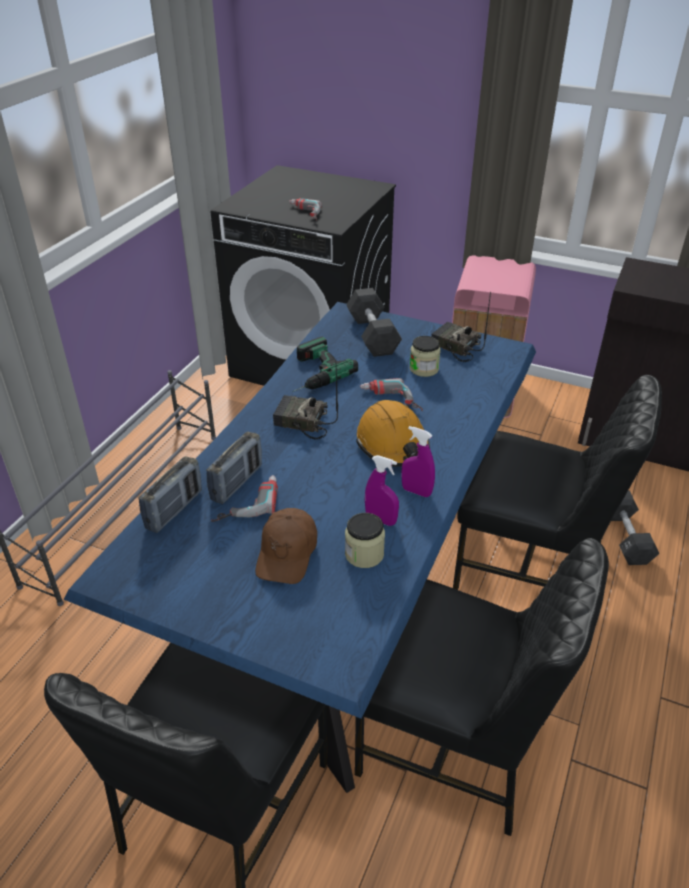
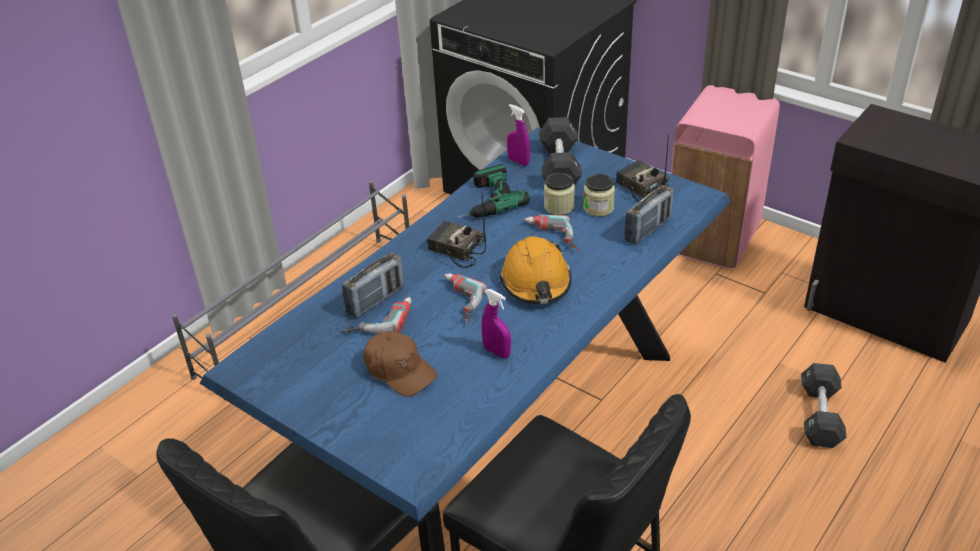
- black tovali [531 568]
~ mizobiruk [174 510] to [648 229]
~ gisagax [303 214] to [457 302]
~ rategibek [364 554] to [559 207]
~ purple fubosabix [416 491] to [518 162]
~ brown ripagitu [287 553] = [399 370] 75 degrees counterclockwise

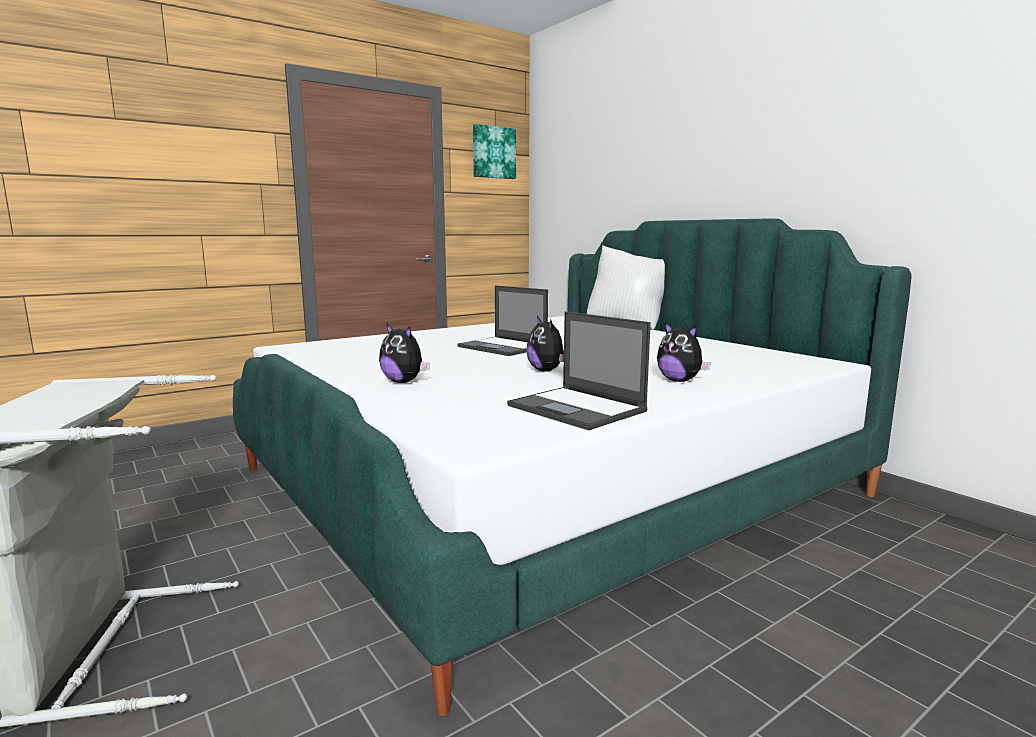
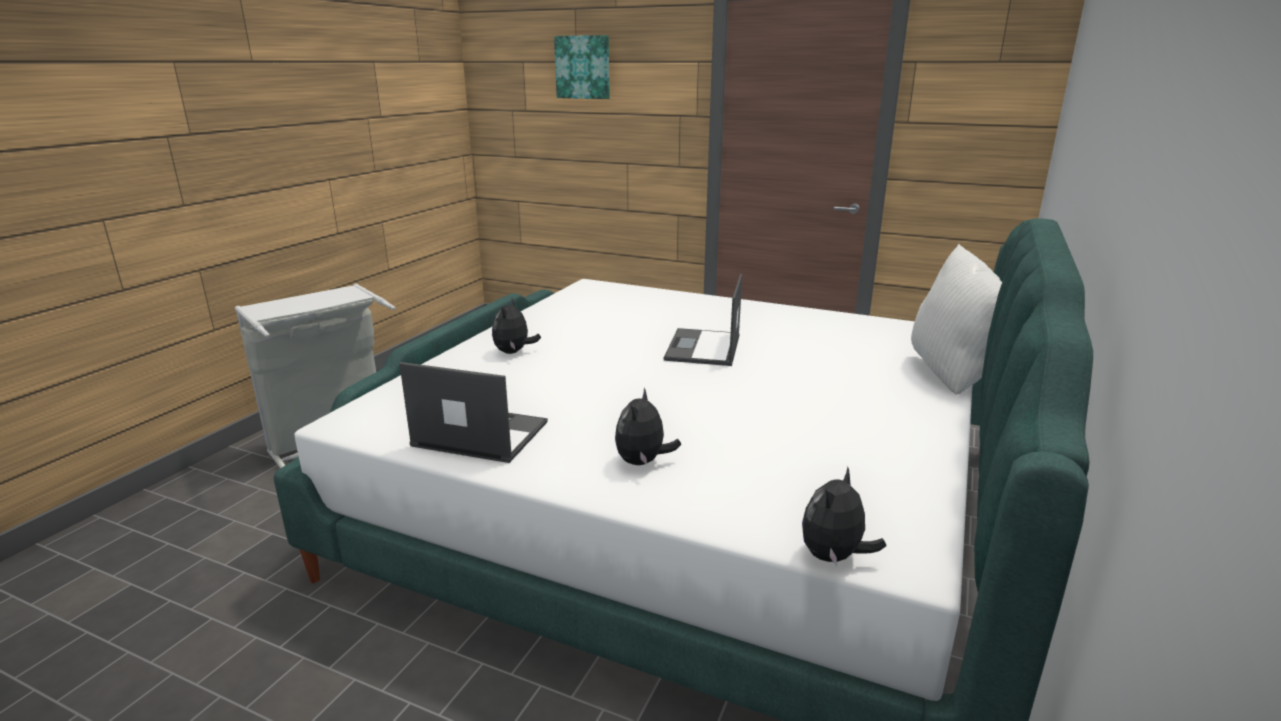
~ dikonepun [493 152] to [583 67]
~ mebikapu [547 371] to [834 557]
~ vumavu [578 408] = [479 434] 90 degrees clockwise

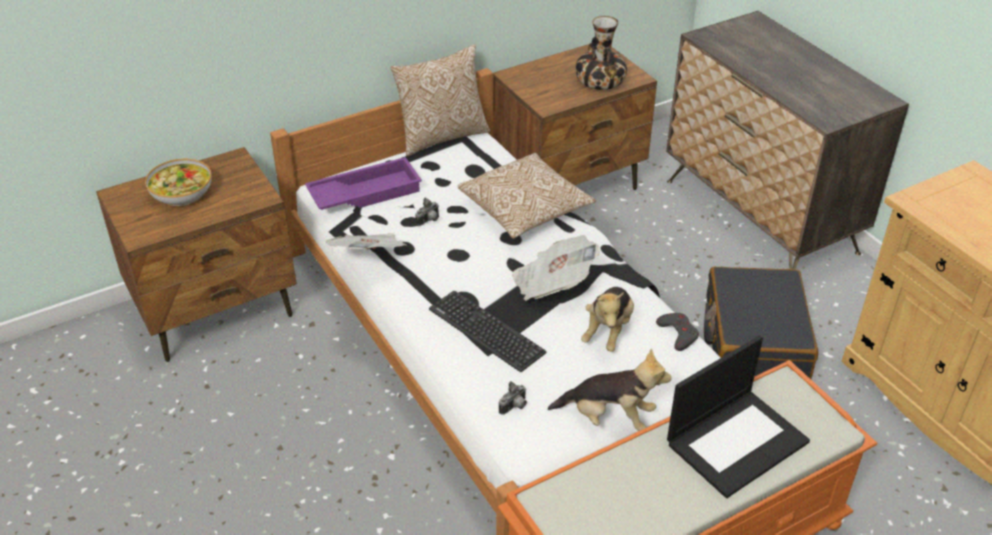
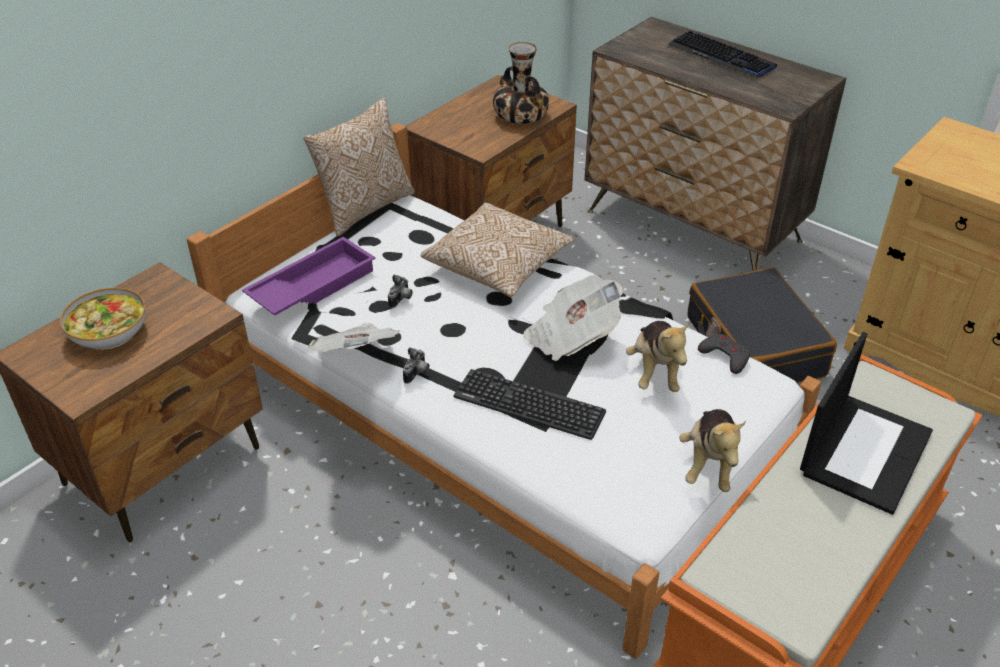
+ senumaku [721 56]
~ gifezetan [514 407] to [417 374]
~ mebikapu [609 418] = [709 463] 105 degrees clockwise

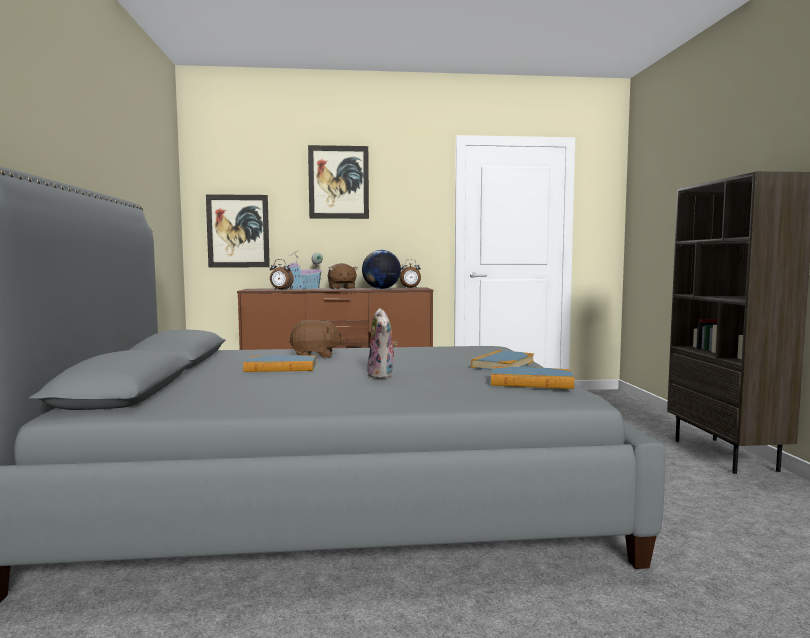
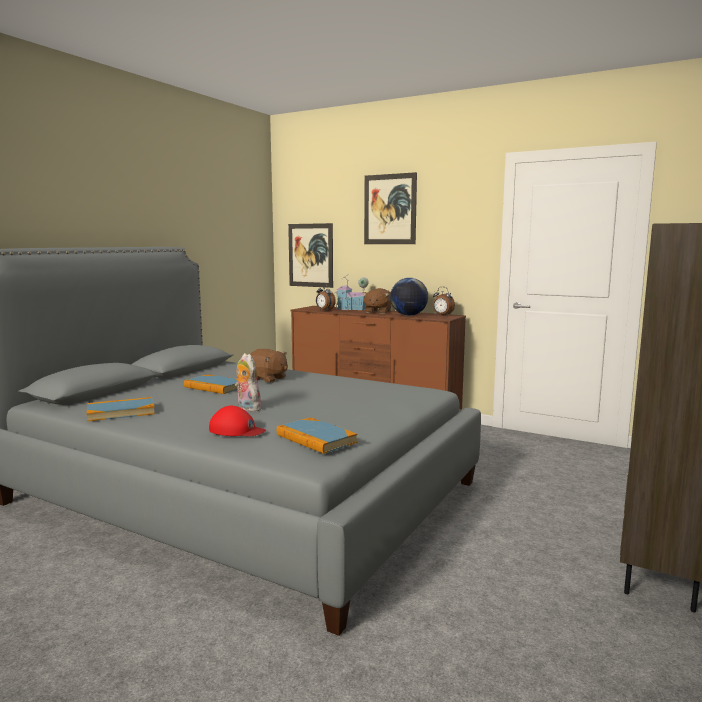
+ red ripagitu [236 430]
~ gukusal [503 364] to [121 412]
~ mebikapu [383 376] = [247 408] 120 degrees clockwise

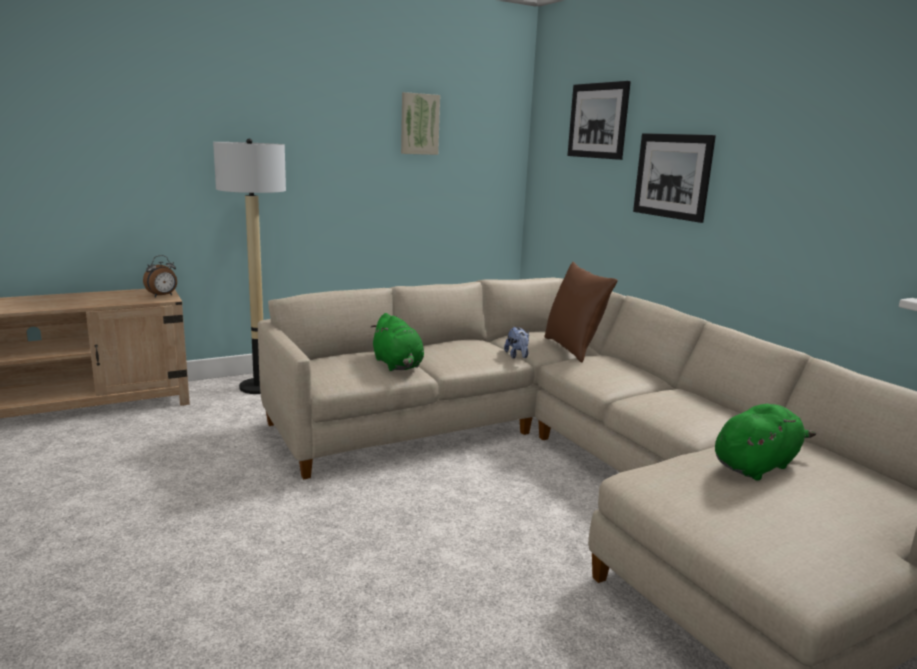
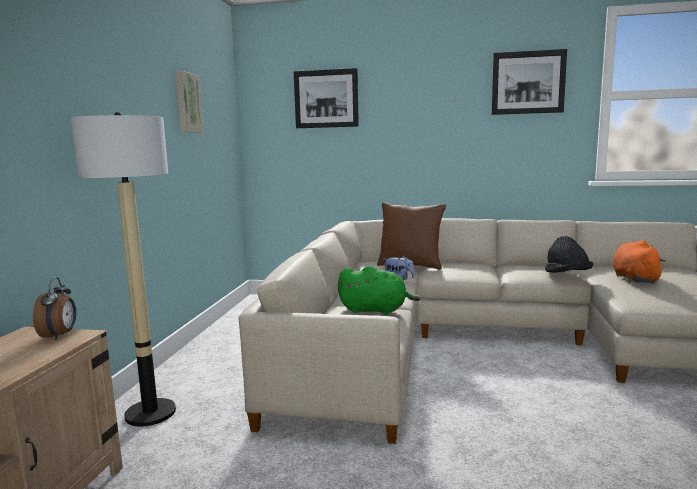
+ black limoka [567 275]
~ dikonepun [672 176] to [528 82]
~ green mebikapu [756 465] to orange mebikapu [634 279]

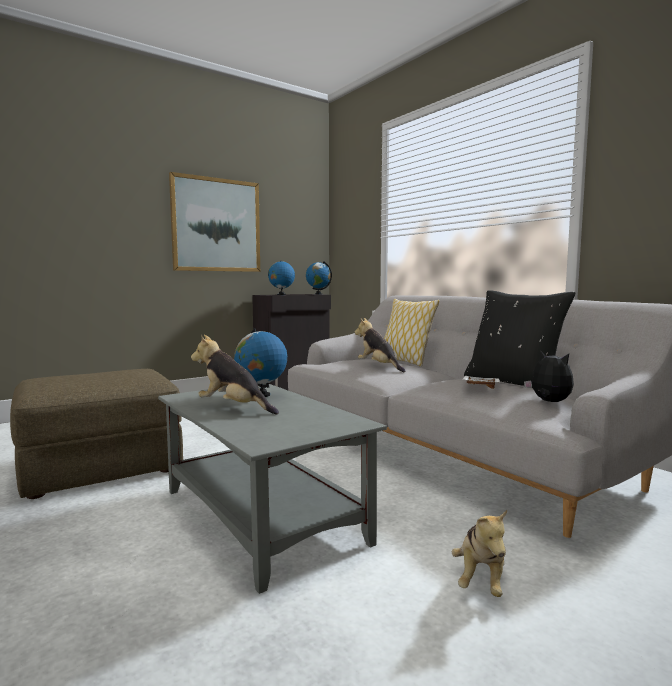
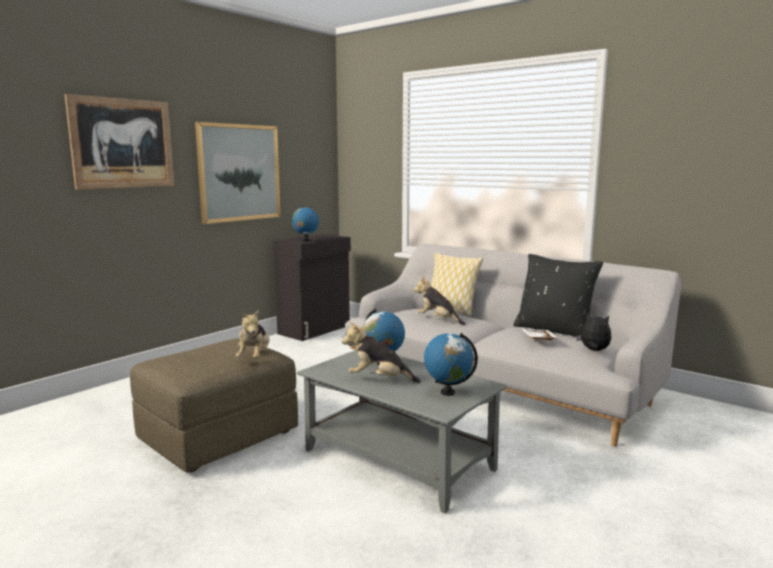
+ dikonepun [122 143]
~ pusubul [318 294] to [448 392]
~ mebikapu [481 580] to [254 357]

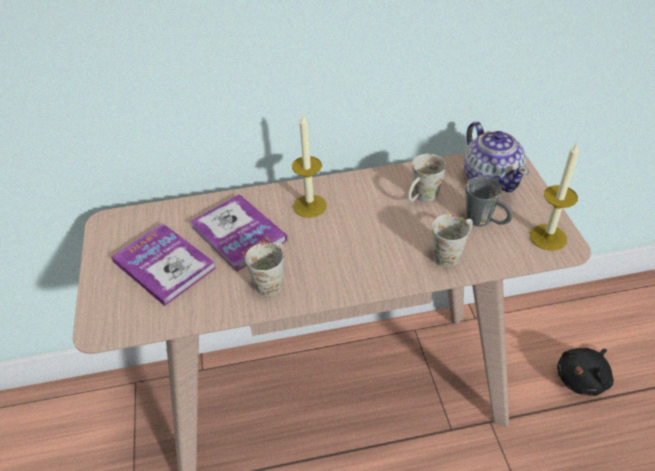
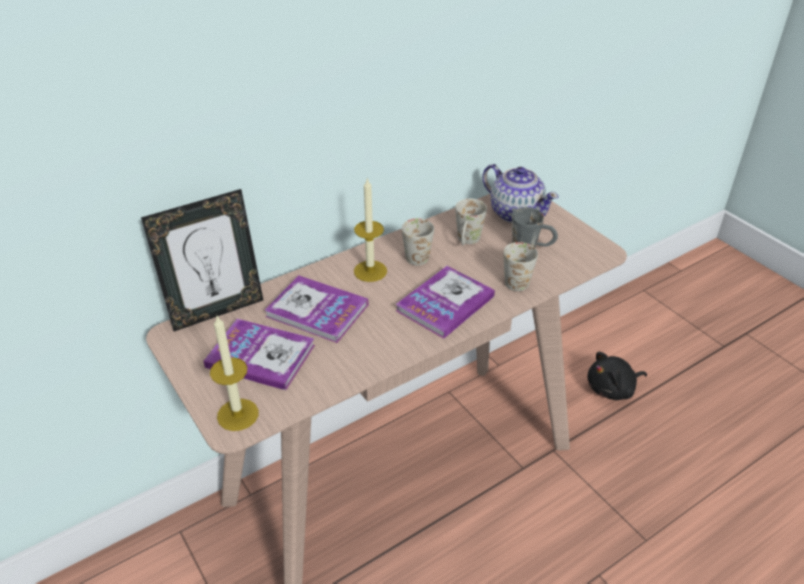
+ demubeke [217 311]
+ gukusal [445 303]
~ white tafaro [272 279] to [416 253]
~ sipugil [548 237] to [238 414]
~ black mebikapu [582 378] = [612 389] 45 degrees clockwise

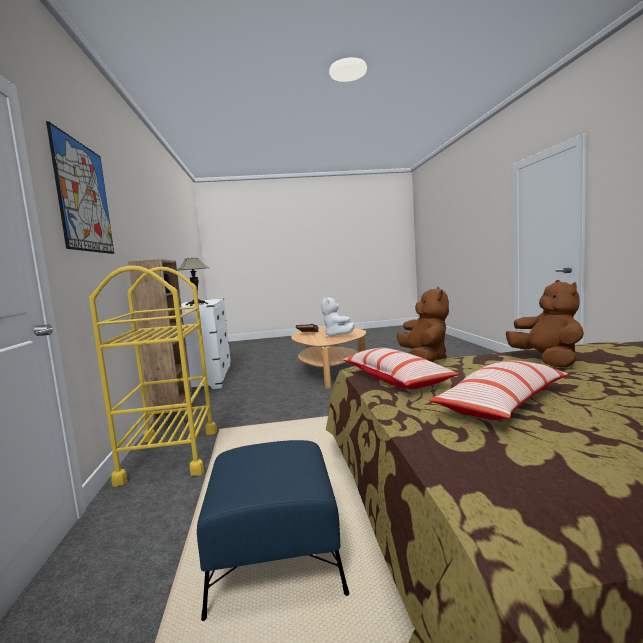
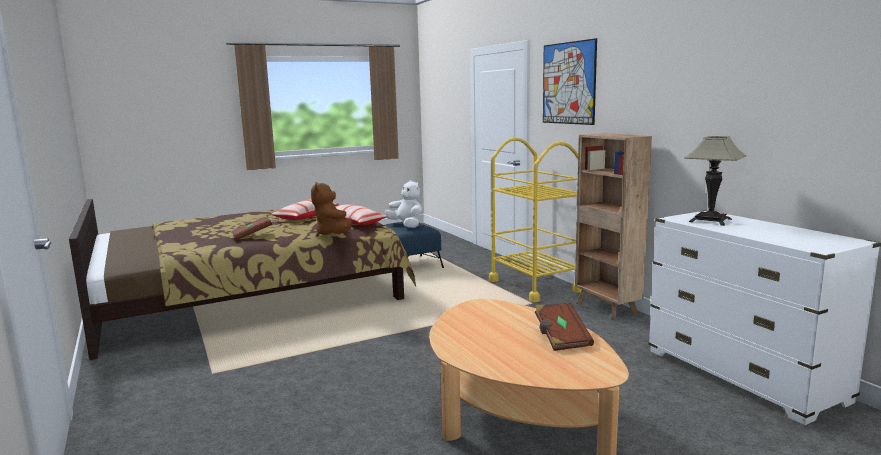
~ white mebikapu [337 336] to [406 225]
~ brown mebikapu [547 361] to brown gukusal [252 236]

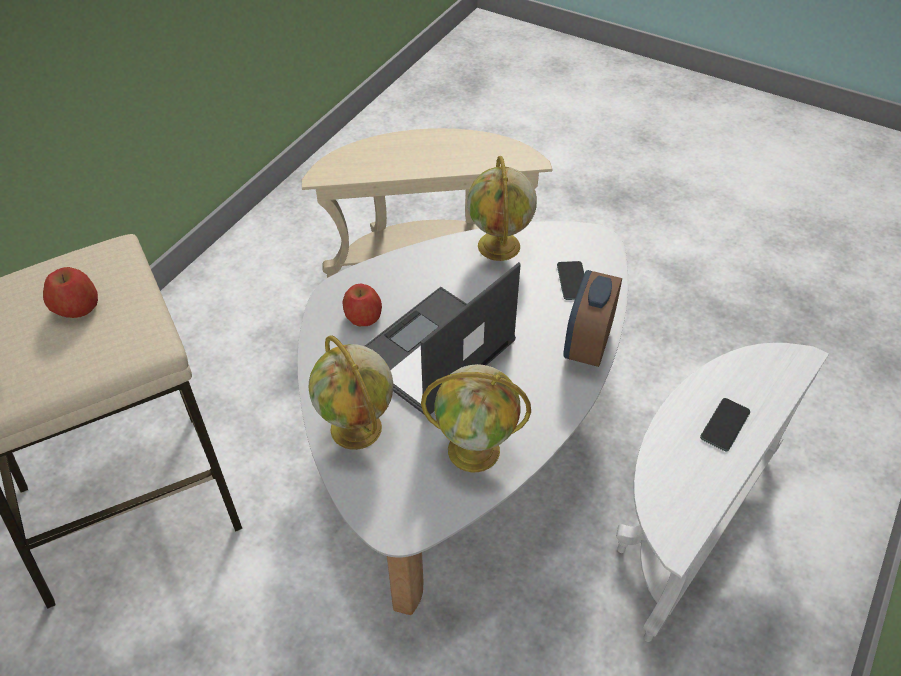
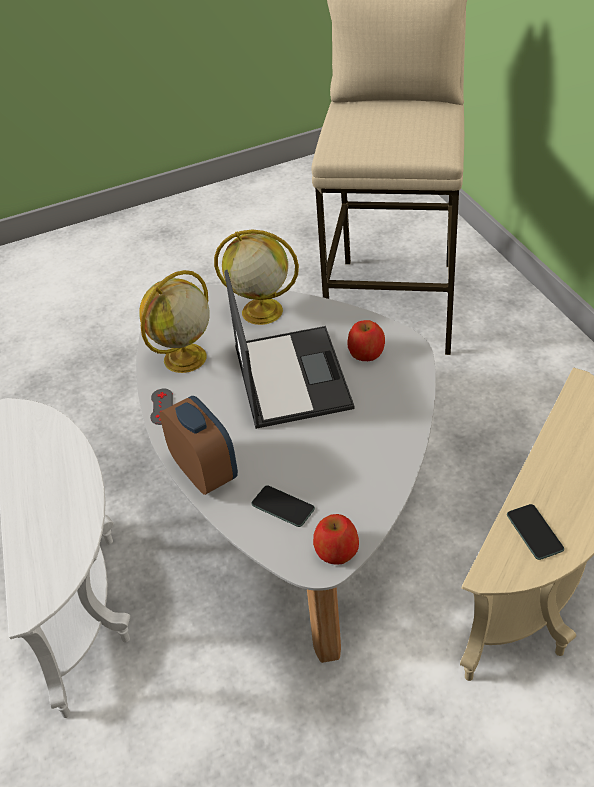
- pusubul [499 247]
+ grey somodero [161 407]
~ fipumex [76 307] to [337 550]
~ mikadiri [725 425] to [534 532]

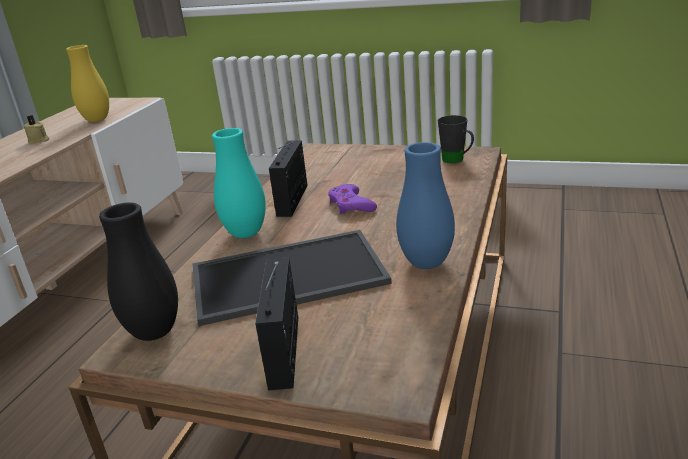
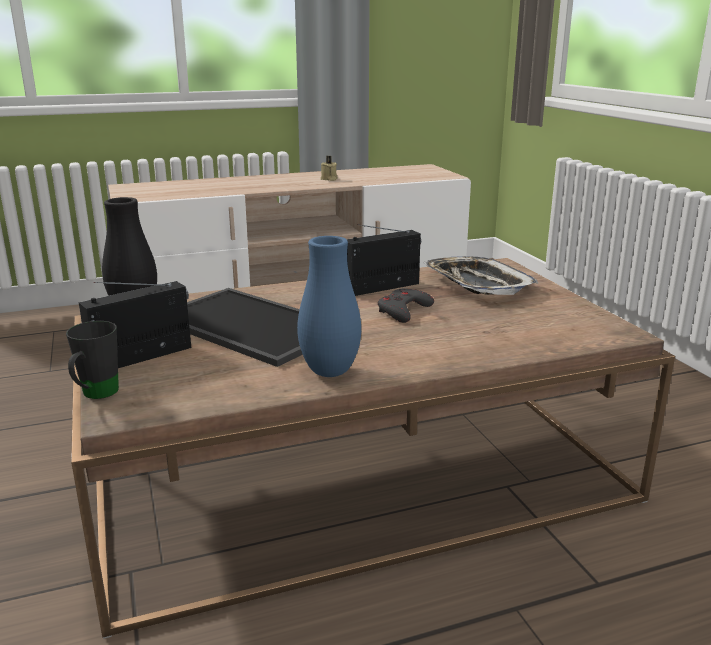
- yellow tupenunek [97 120]
- turquoise tupenunek [246 233]
+ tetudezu [477 283]
~ black tafaro [457 160] to [95 395]
~ purple somodero [351 205] to grey somodero [403 311]

